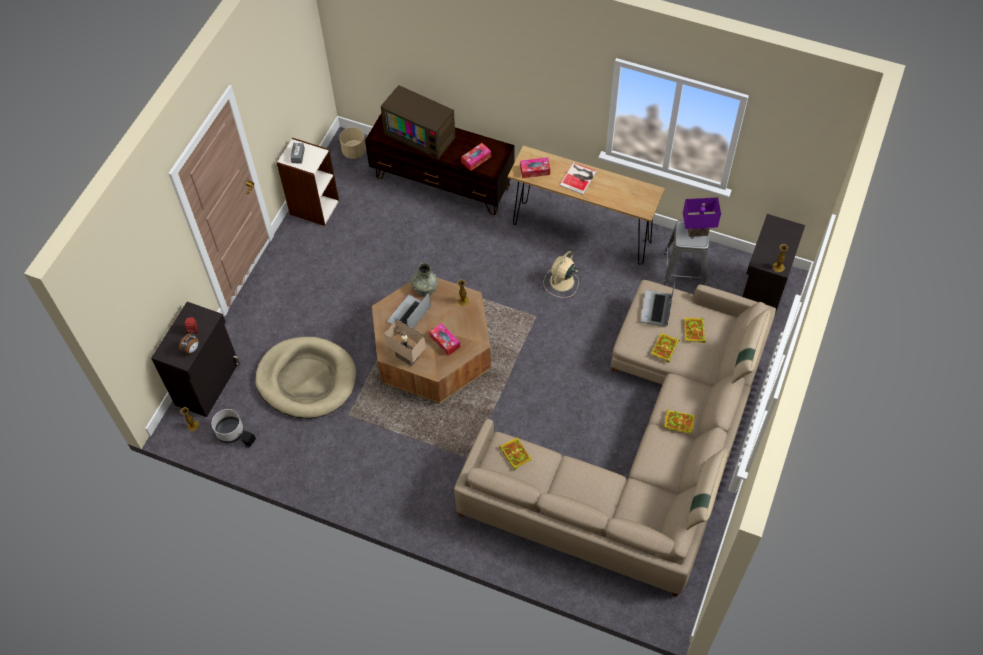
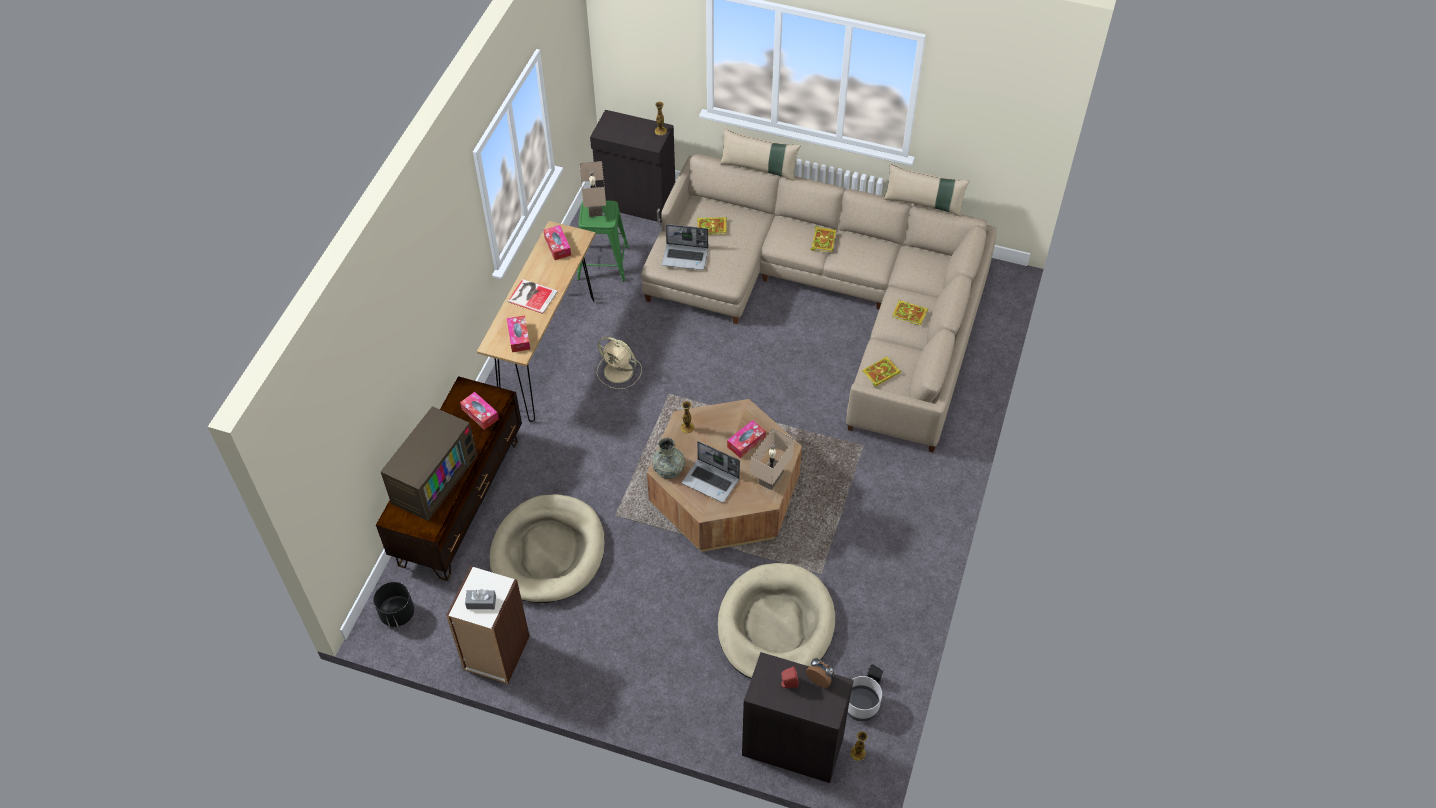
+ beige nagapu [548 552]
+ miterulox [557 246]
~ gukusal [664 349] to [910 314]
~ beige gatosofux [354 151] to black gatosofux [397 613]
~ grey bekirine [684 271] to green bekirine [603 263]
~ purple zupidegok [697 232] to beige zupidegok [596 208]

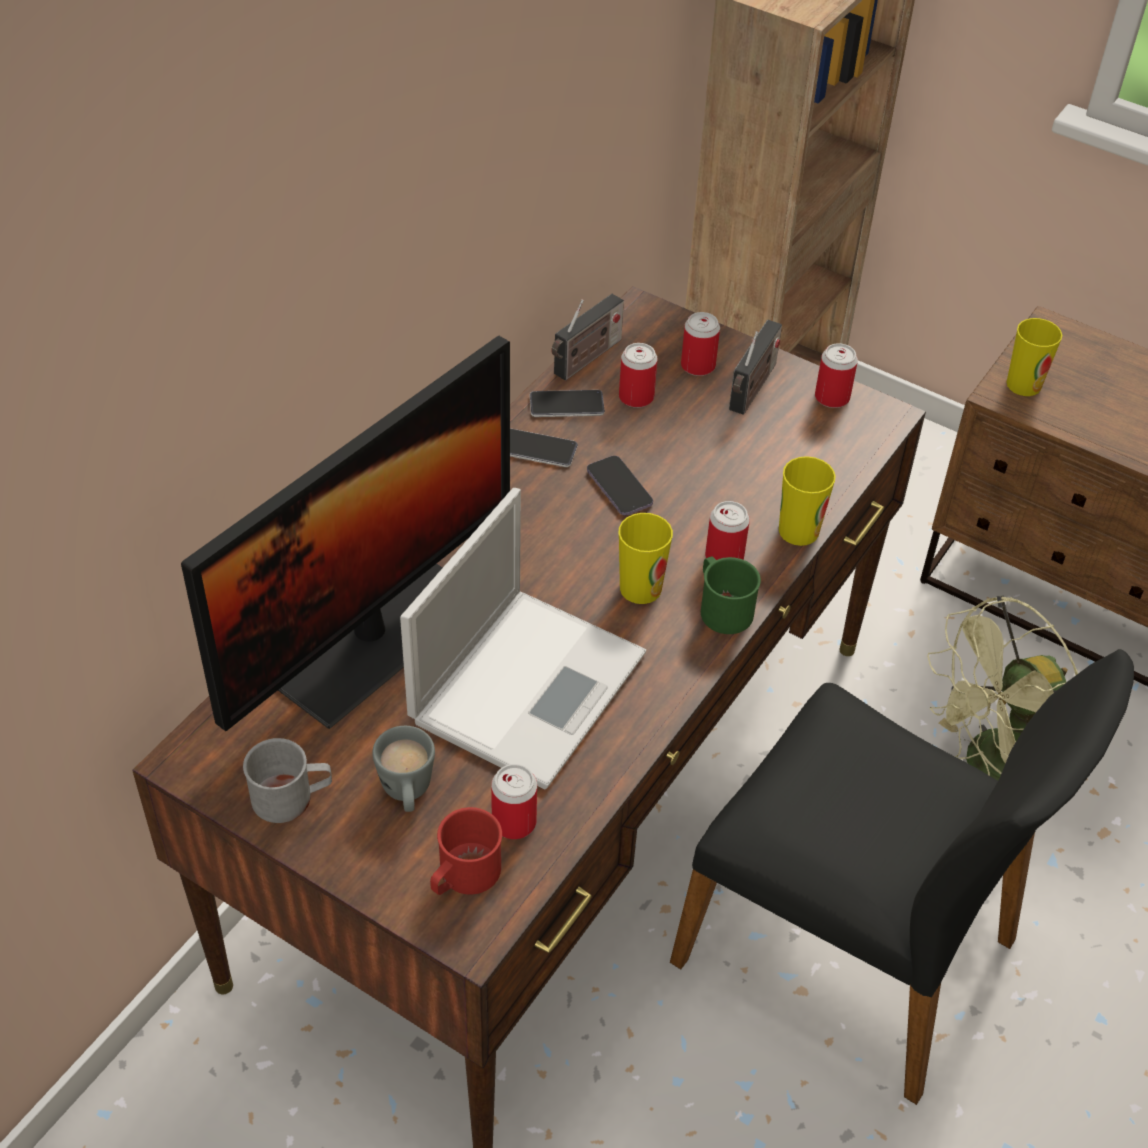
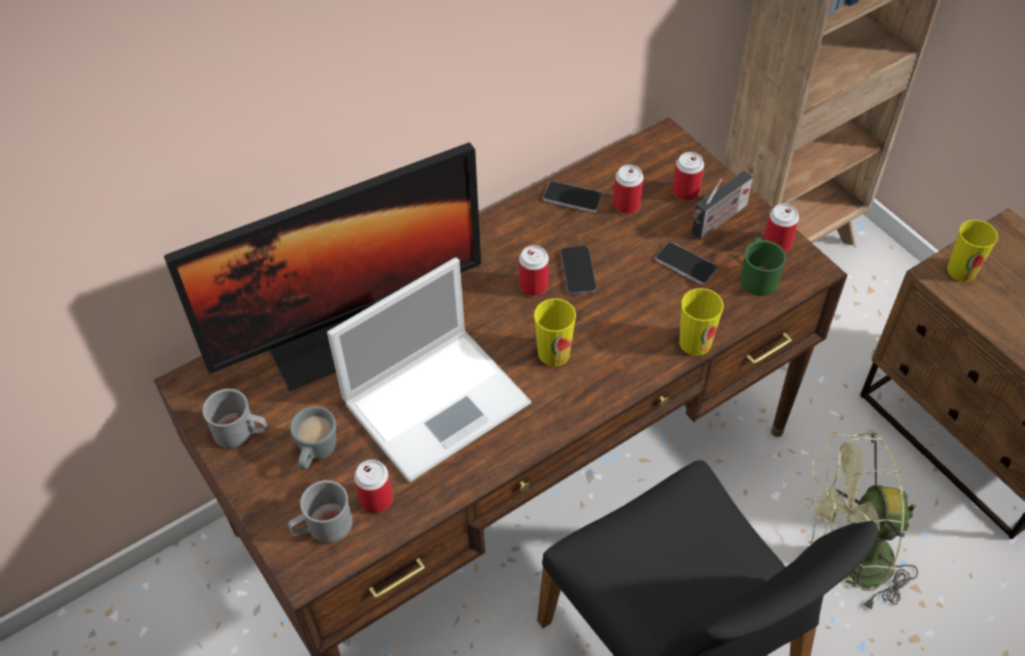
- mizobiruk [585 359]
~ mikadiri [537 449] to [685 264]
~ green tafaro [722 608] to [757 276]
~ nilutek [724 557] to [533 285]
~ red tafaro [463 876] to grey tafaro [323 527]

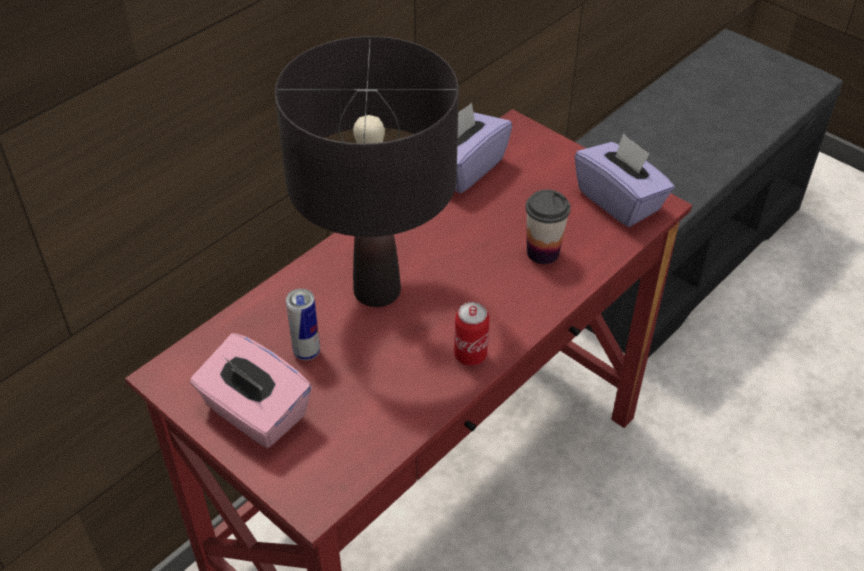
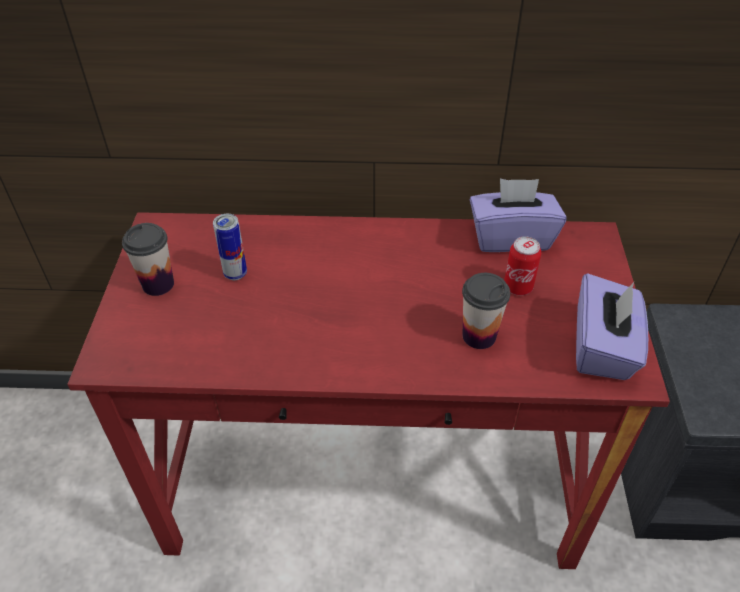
- black zupidegok [377 291]
~ nilutek [470 355] to [518 287]
~ pink miterulox [255 413] to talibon [158 284]

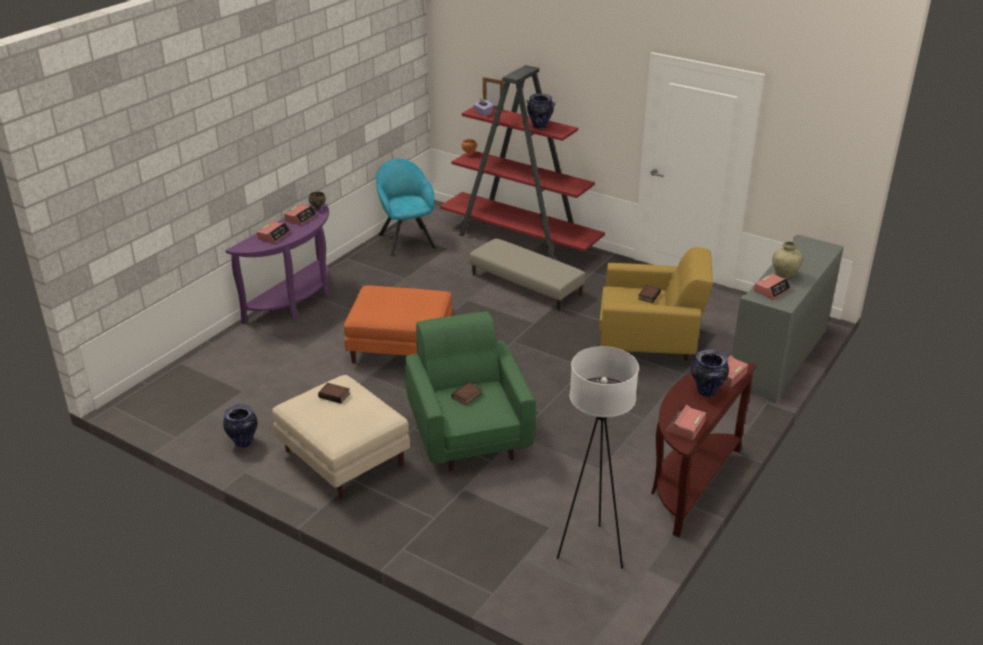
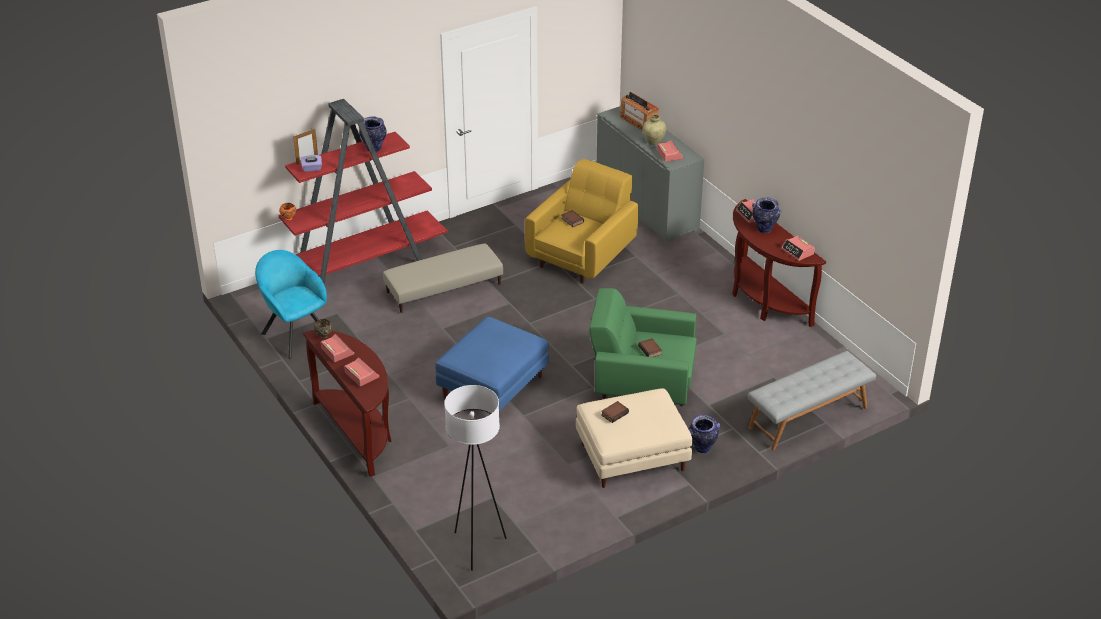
+ mizobiruk [638 121]
+ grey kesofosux [808 418]
~ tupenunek [243 442] to [702 448]
~ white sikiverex [591 550] to [477 547]
~ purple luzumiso [296 301] to brown luzumiso [358 433]
~ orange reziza [402 348] to blue reziza [493 386]
~ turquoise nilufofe [406 239] = [295 333] 45 degrees clockwise

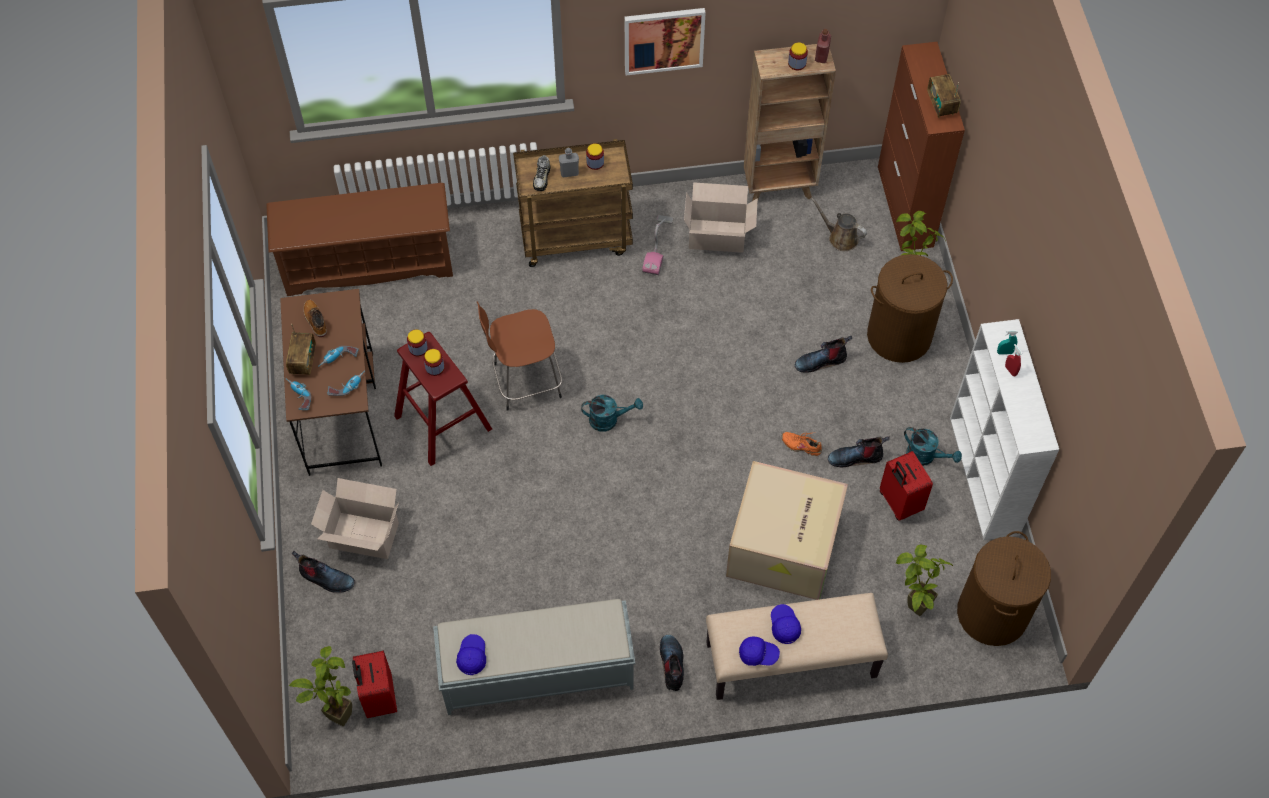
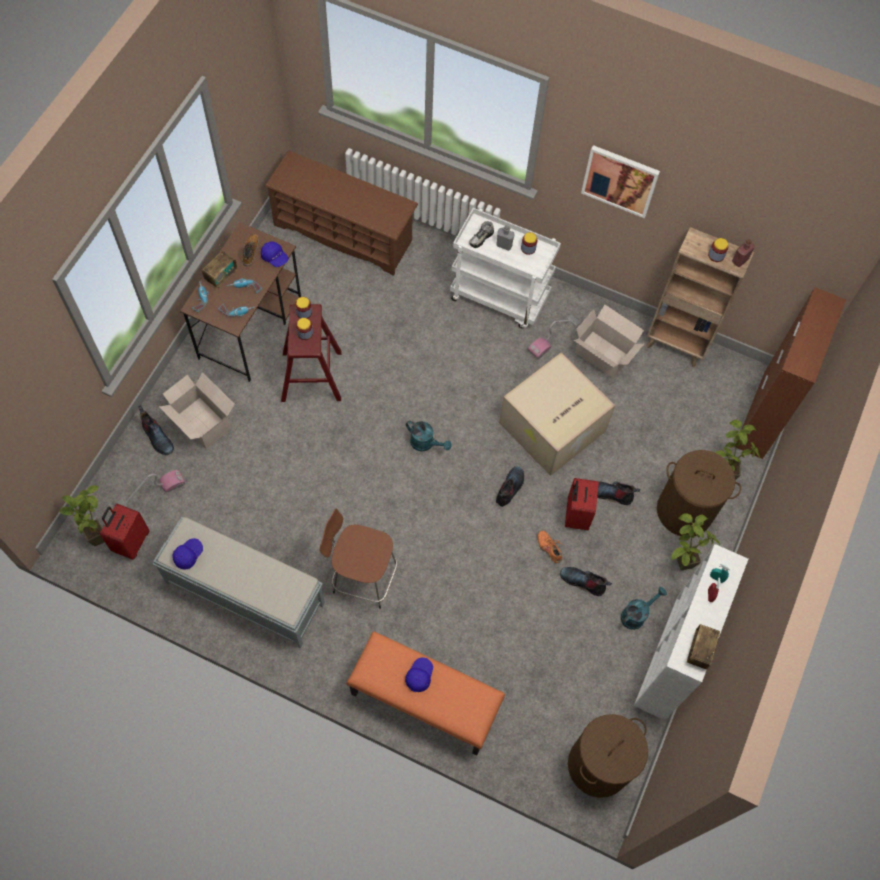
- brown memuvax [840 238]
+ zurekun [151 493]
~ brown bekirine [524 381] to [362 577]
~ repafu [672 665] to [510 488]
~ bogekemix [784 548] to [552 428]
~ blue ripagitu [758 654] to [275 257]
~ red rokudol [899 502] to [576 515]
~ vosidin [911 610] to [677 563]
~ mizobiruk [941 105] to [699 650]
~ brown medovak [576 237] to white medovak [500 297]
~ beige kesofosux [790 661] to orange kesofosux [424 701]
~ turquoise memuvax [925 456] = [636 614] 105 degrees counterclockwise

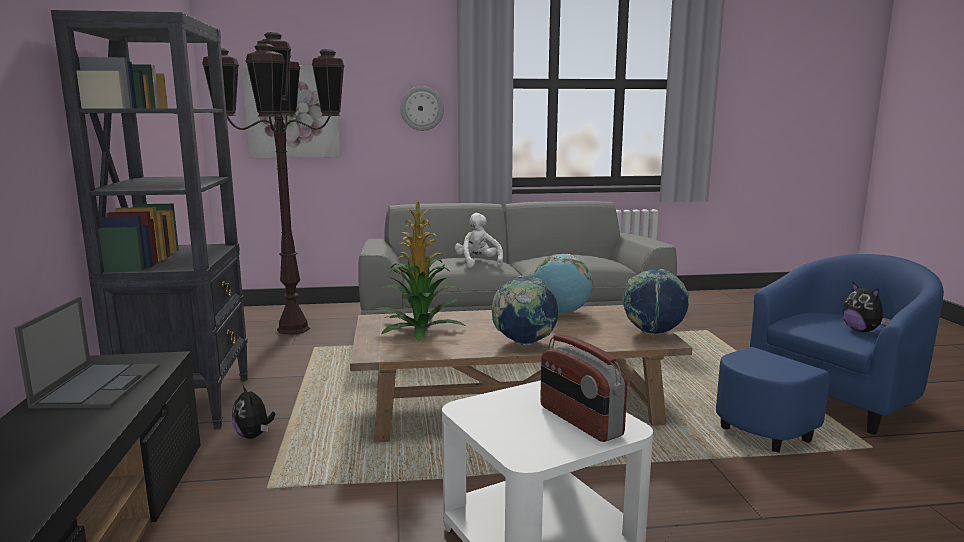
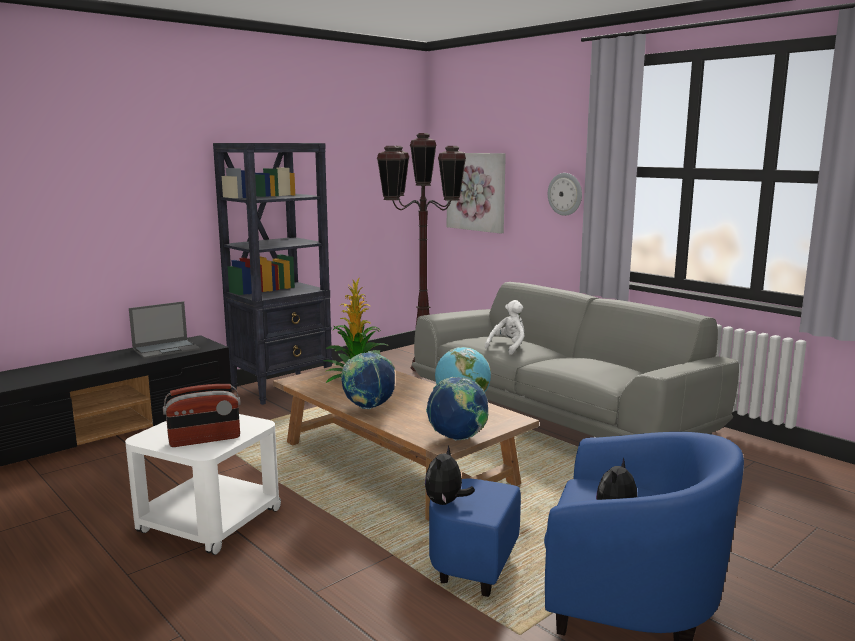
~ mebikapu [254 436] to [446 503]
~ mizobiruk [579 421] = [204 440] 135 degrees counterclockwise

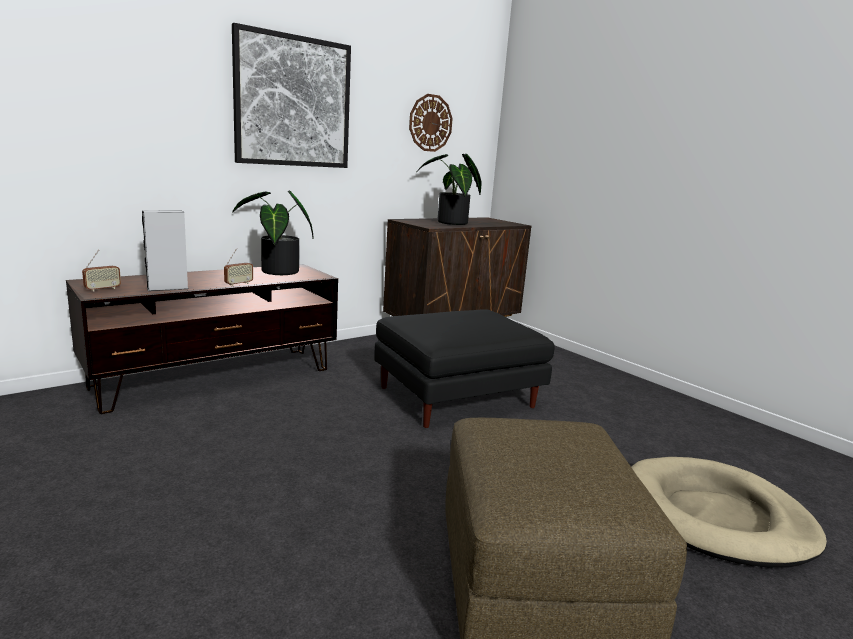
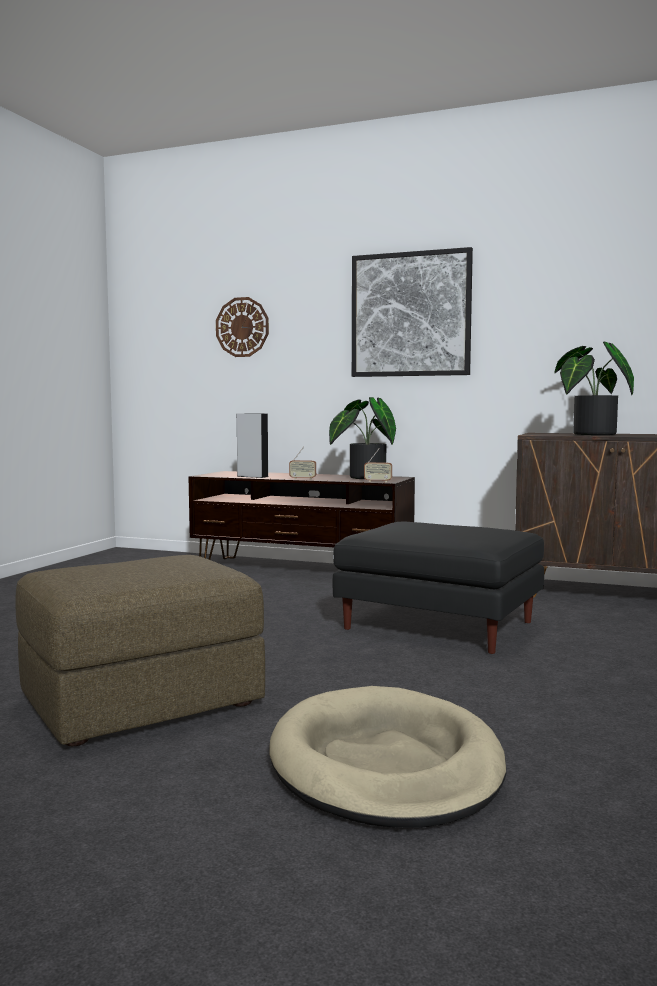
~ mizobiruk [102 289] to [378 481]
~ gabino [430 123] to [242 327]

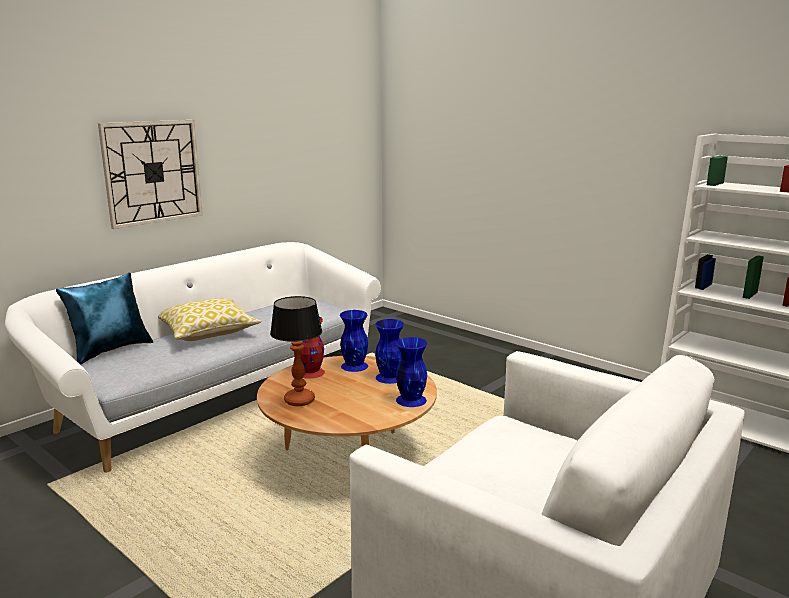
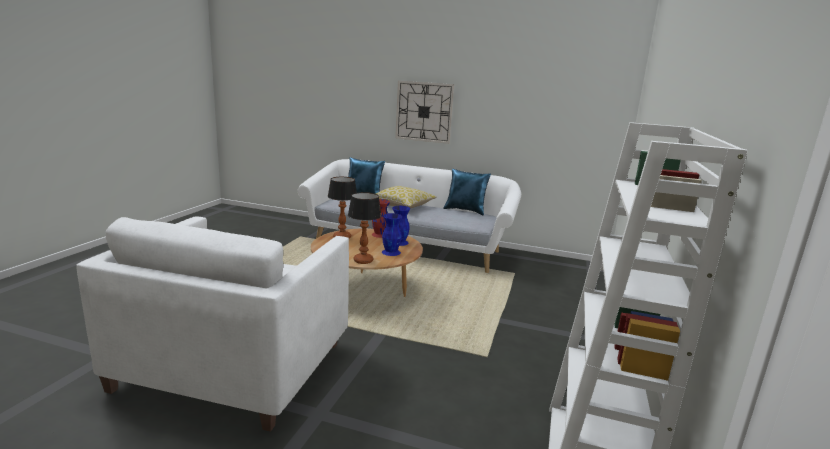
+ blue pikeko [465 210]
~ blue tupenunek [410 400] to zupidegok [363 260]

